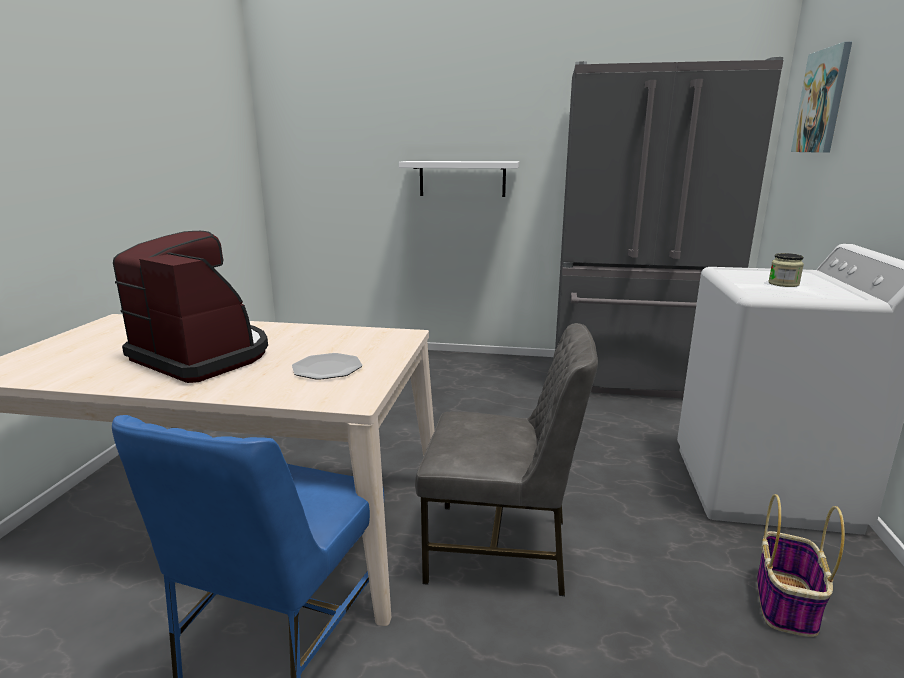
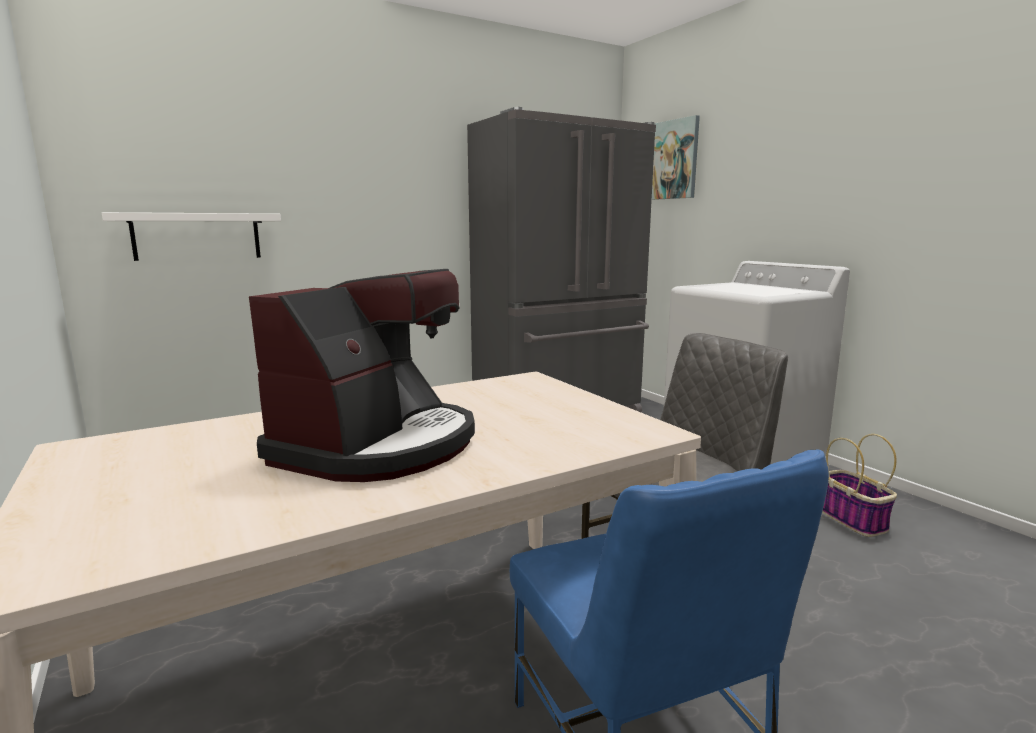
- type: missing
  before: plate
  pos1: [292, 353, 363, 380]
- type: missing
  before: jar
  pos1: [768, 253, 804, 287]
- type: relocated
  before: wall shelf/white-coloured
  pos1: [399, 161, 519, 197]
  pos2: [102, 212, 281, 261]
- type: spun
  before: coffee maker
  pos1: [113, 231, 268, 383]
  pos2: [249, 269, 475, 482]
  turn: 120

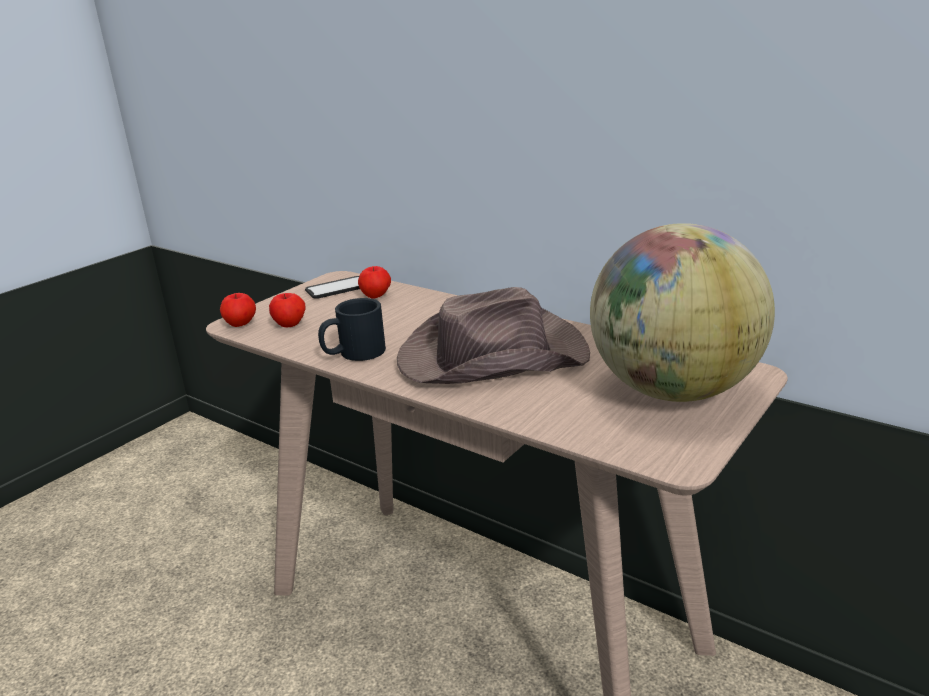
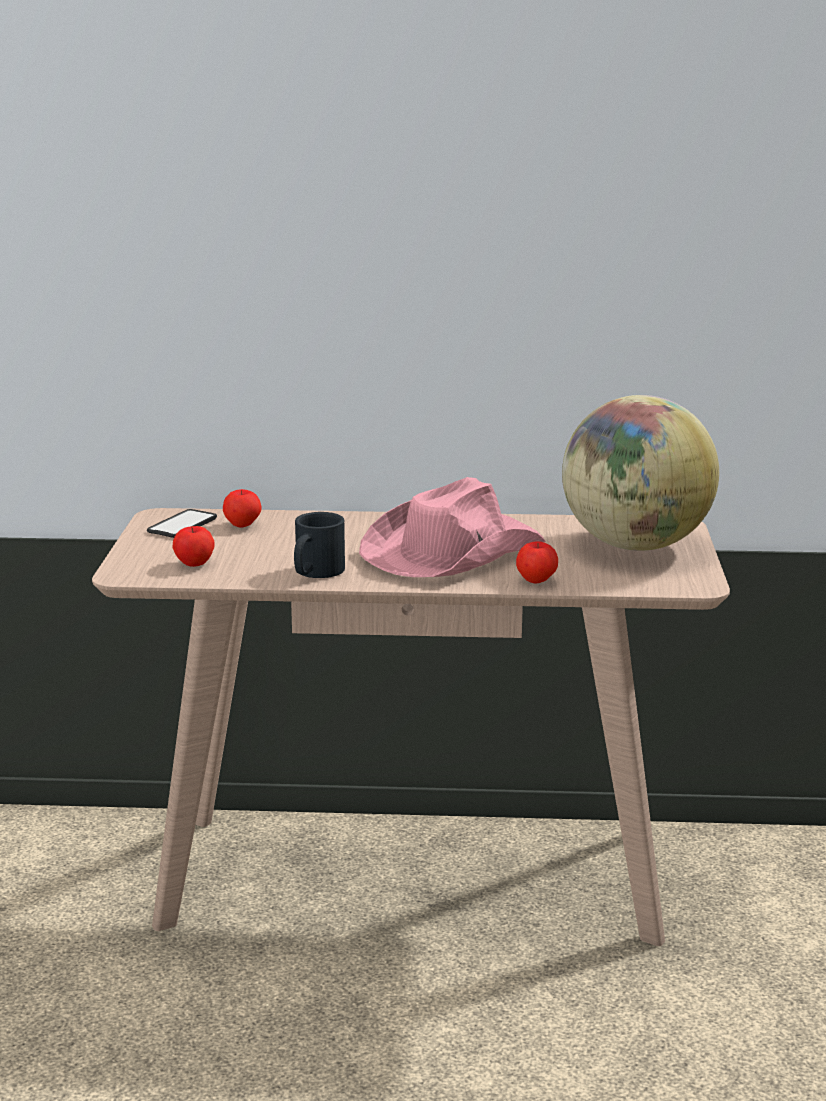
- type: relocated
  before: apple fruit
  pos1: [220, 293, 256, 327]
  pos2: [516, 541, 558, 583]
- type: colour
  before: wearable hat/brown
  after: wearable hat/pinkish
  pos1: [397, 287, 590, 384]
  pos2: [359, 477, 546, 577]

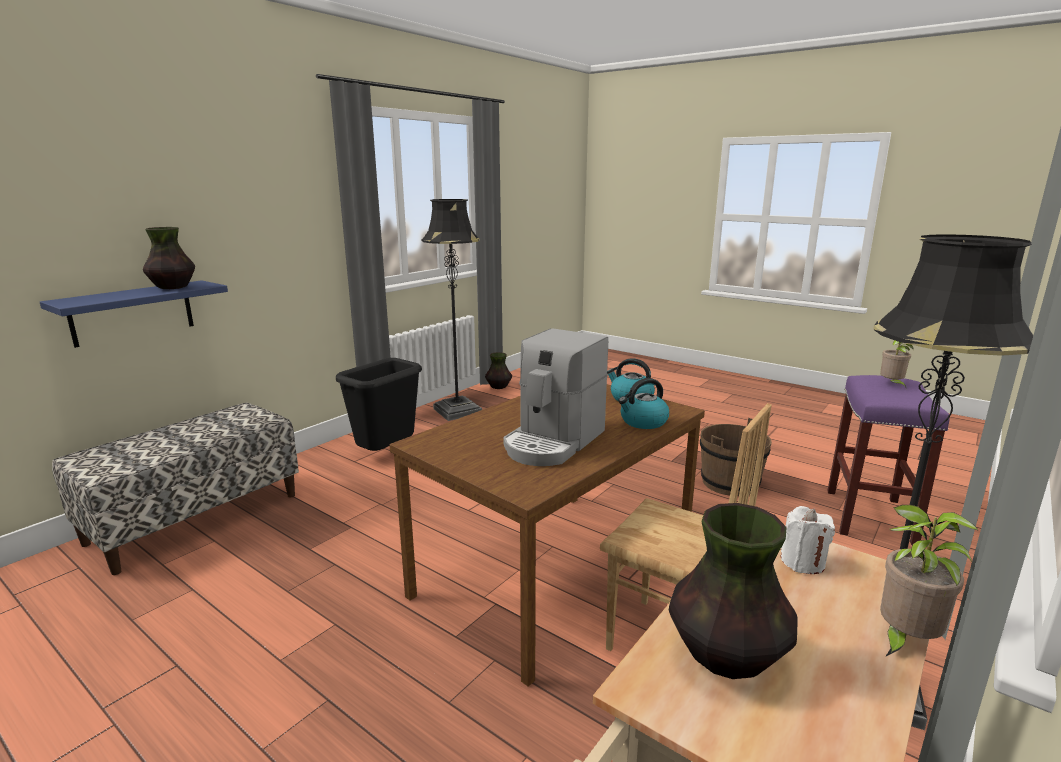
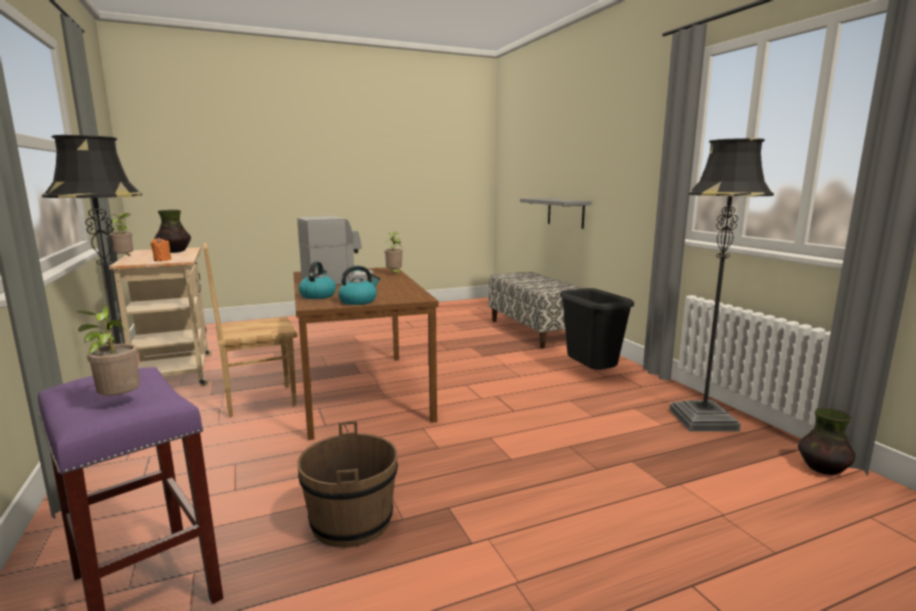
- type: missing
  before: decorative vase
  pos1: [143, 227, 195, 289]
- type: appeared
  after: houseplant
  pos2: [384, 232, 403, 275]
- type: colour
  before: wall shelf/blue
  after: wall shelf/greyish
  pos1: [40, 280, 228, 348]
  pos2: [520, 198, 591, 229]
- type: colour
  before: wax light/white-coloured
  after: wax light/orange
  pos1: [781, 506, 835, 574]
  pos2: [151, 237, 172, 261]
- type: spun
  before: coffee maker
  pos1: [503, 328, 608, 466]
  pos2: [297, 216, 373, 285]
  turn: 90

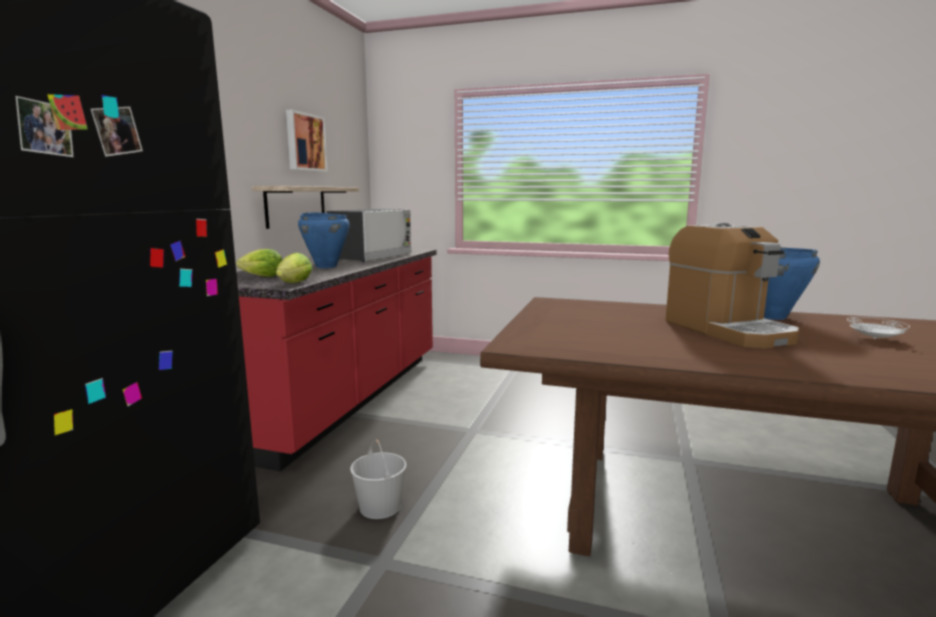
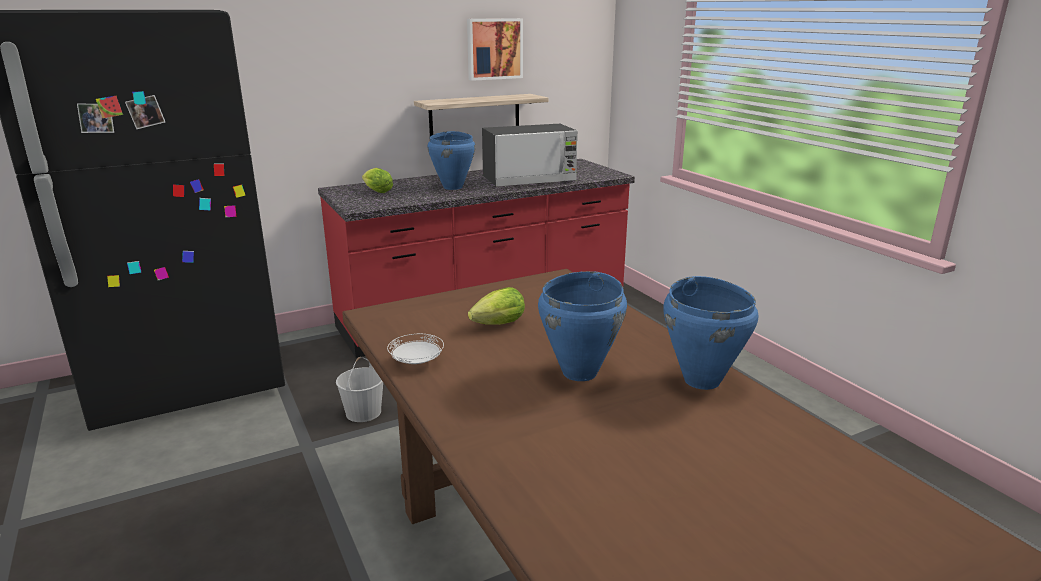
- type: relocated
  before: lettuce
  pos1: [276, 253, 313, 283]
  pos2: [468, 287, 525, 325]
- type: relocated
  before: plate/white-coloured
  pos1: [847, 317, 910, 339]
  pos2: [387, 334, 444, 364]
- type: exchanged
  before: coffee maker
  after: saucepot/blue
  pos1: [666, 223, 799, 349]
  pos2: [538, 271, 627, 381]

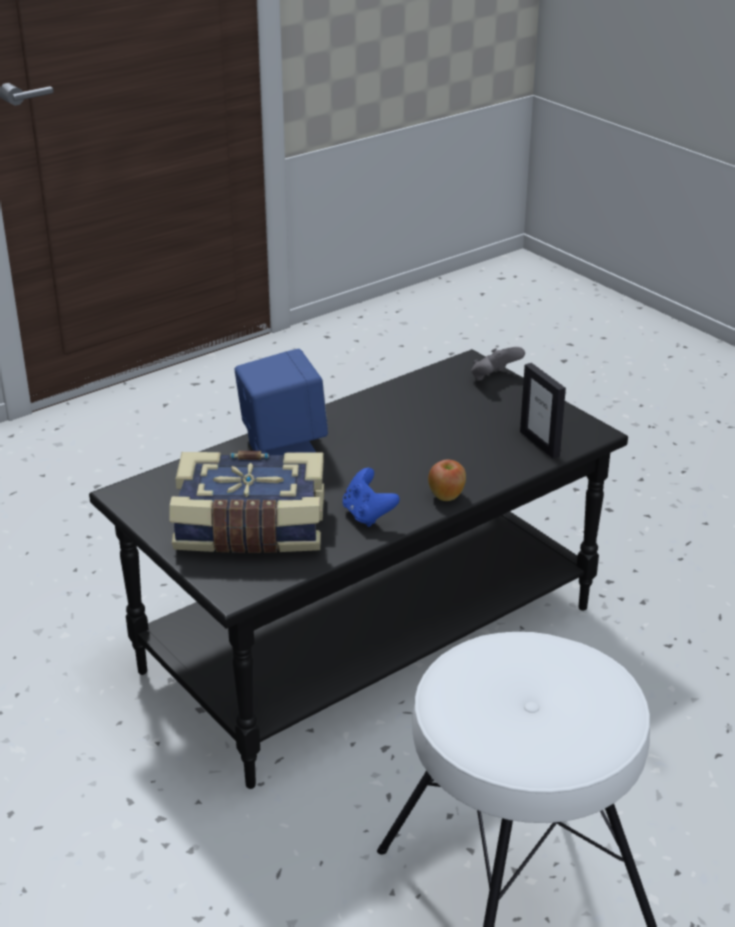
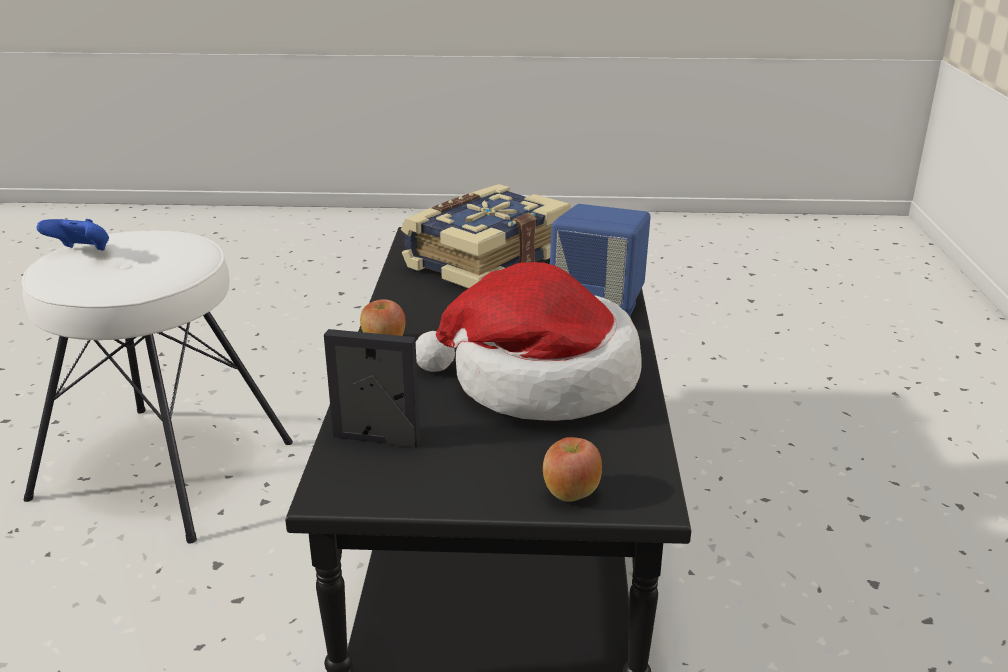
- type: appeared
  after: wearable hat
  pos2: [416, 262, 642, 421]
- type: relocated
  before: game controller/blue
  pos1: [342, 468, 400, 527]
  pos2: [37, 219, 109, 251]
- type: exchanged
  before: game controller/greyish
  after: apple fruit
  pos1: [471, 347, 525, 381]
  pos2: [543, 437, 602, 502]

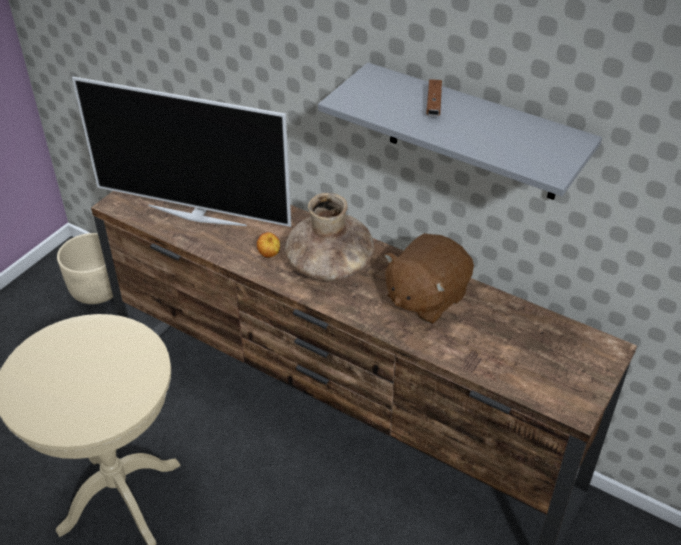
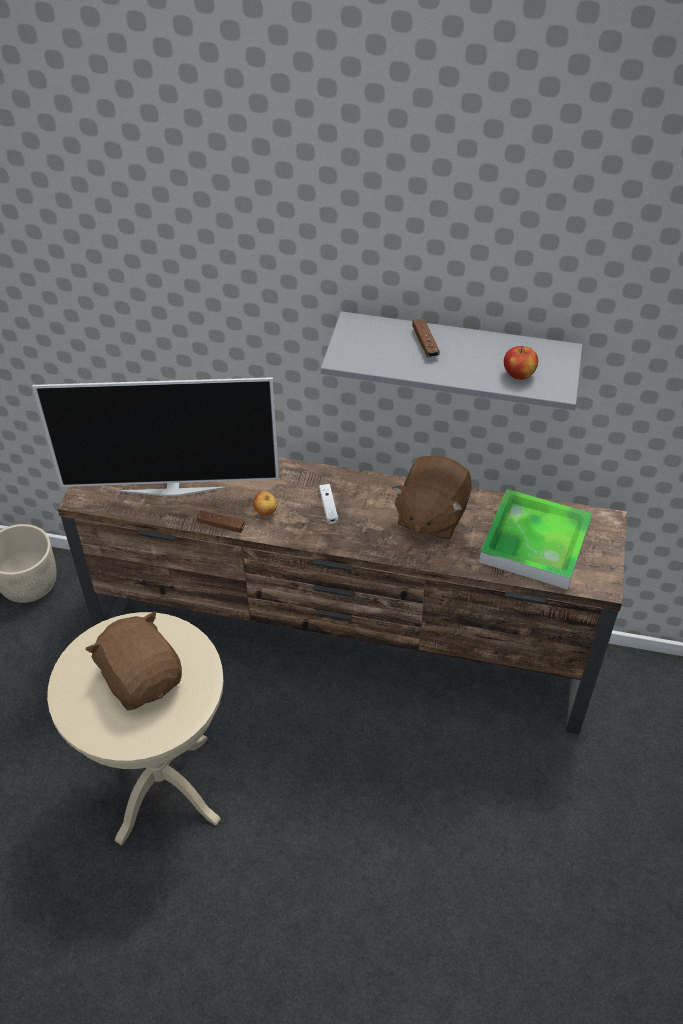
- type: appeared
  after: plush toy/brown
  pos2: [85, 611, 182, 711]
- type: appeared
  after: game controller/brown
  pos2: [197, 510, 244, 533]
- type: appeared
  after: tray
  pos2: [479, 489, 593, 590]
- type: appeared
  after: apple fruit
  pos2: [504, 346, 538, 380]
- type: exchanged
  before: decorative vase/brown
  after: game controller/white-coloured
  pos1: [285, 193, 374, 281]
  pos2: [319, 484, 338, 524]

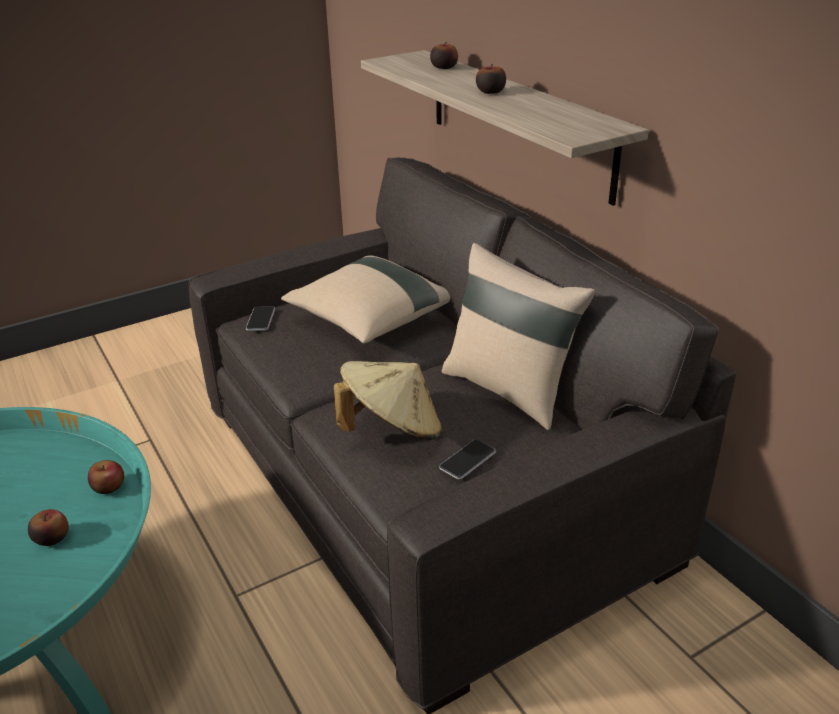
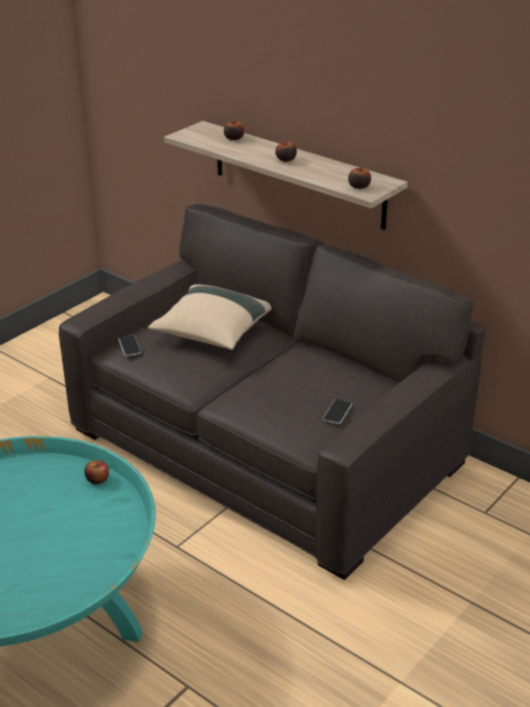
- type: missing
  before: wearable hat/beige
  pos1: [334, 361, 442, 440]
- type: missing
  before: pillow/beige
  pos1: [442, 243, 595, 430]
- type: relocated
  before: apple fruit
  pos1: [28, 509, 69, 546]
  pos2: [348, 167, 371, 189]

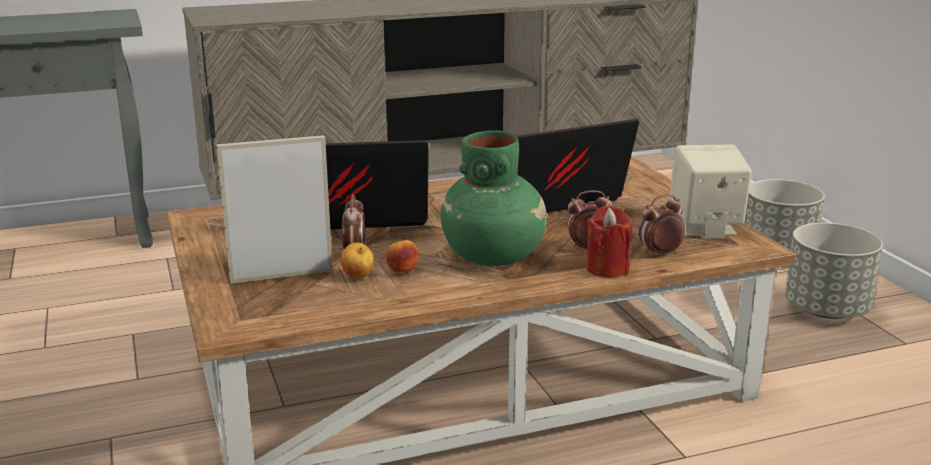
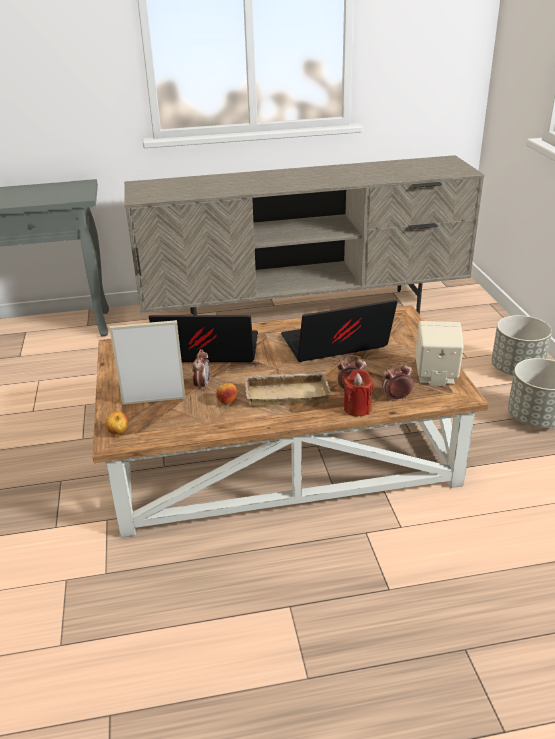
- type: relocated
  before: apple fruit
  pos1: [340, 242, 374, 279]
  pos2: [105, 411, 128, 435]
- type: exchanged
  before: decorative vase/greenish
  after: tray/beige
  pos1: [440, 130, 547, 266]
  pos2: [244, 372, 331, 406]

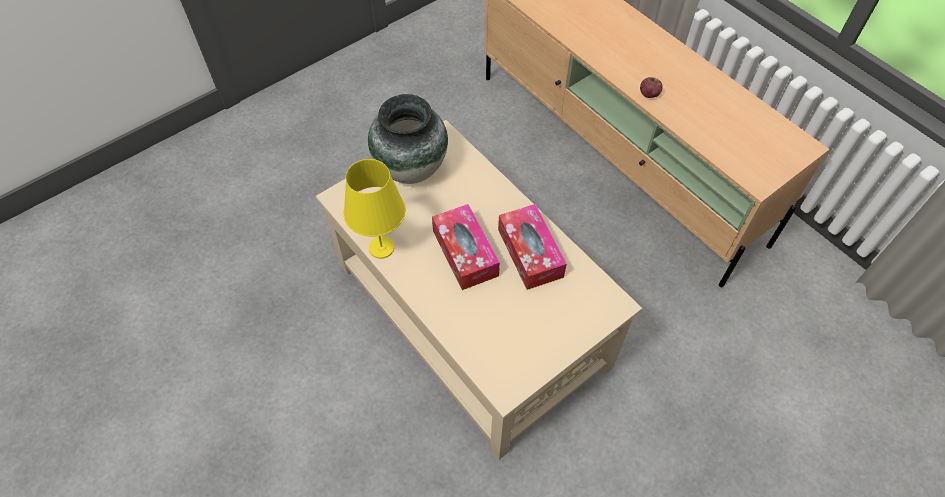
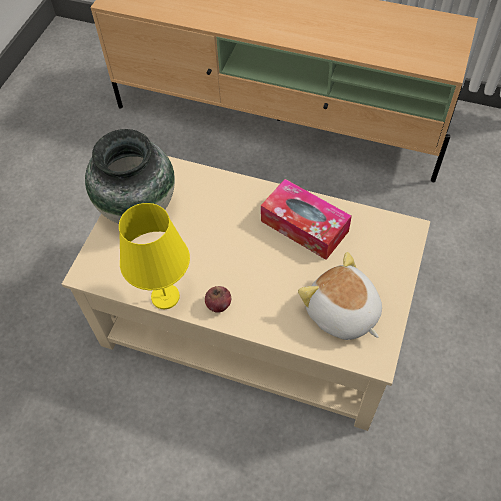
- type: missing
  before: box of tissues
  pos1: [432, 204, 500, 290]
- type: appeared
  after: plush toy
  pos2: [298, 252, 382, 340]
- type: relocated
  before: apple fruit
  pos1: [640, 77, 663, 98]
  pos2: [205, 286, 231, 313]

